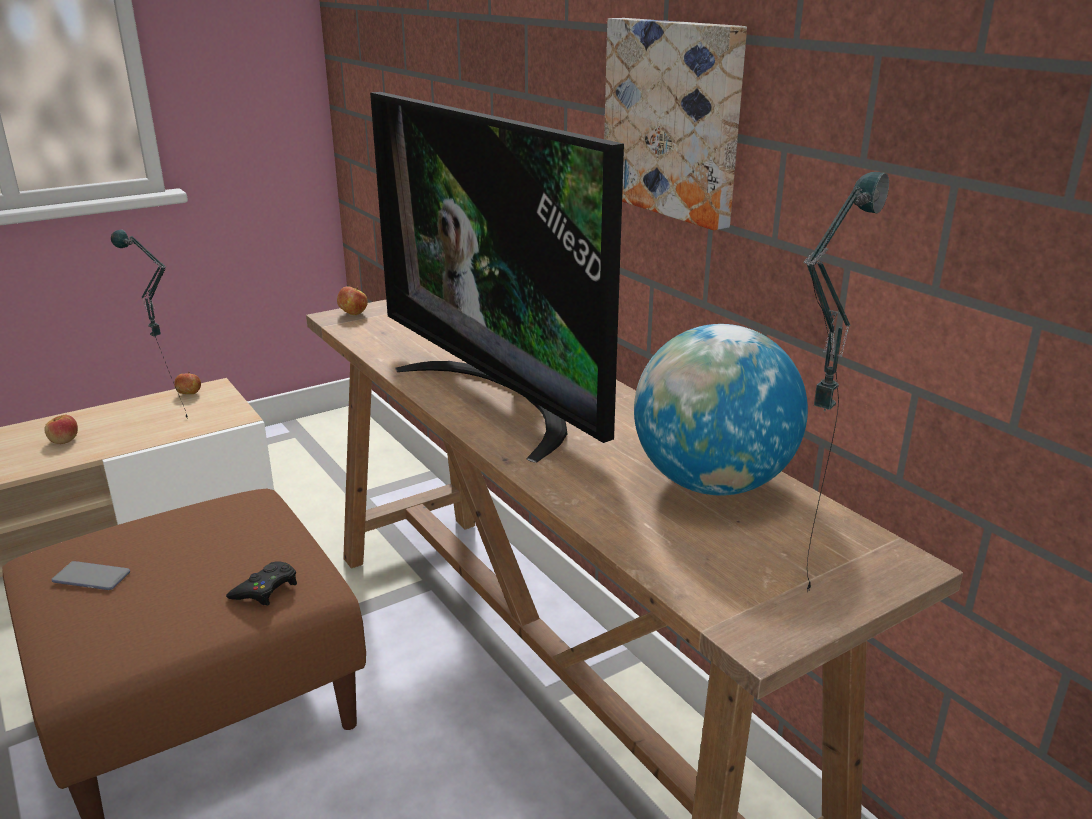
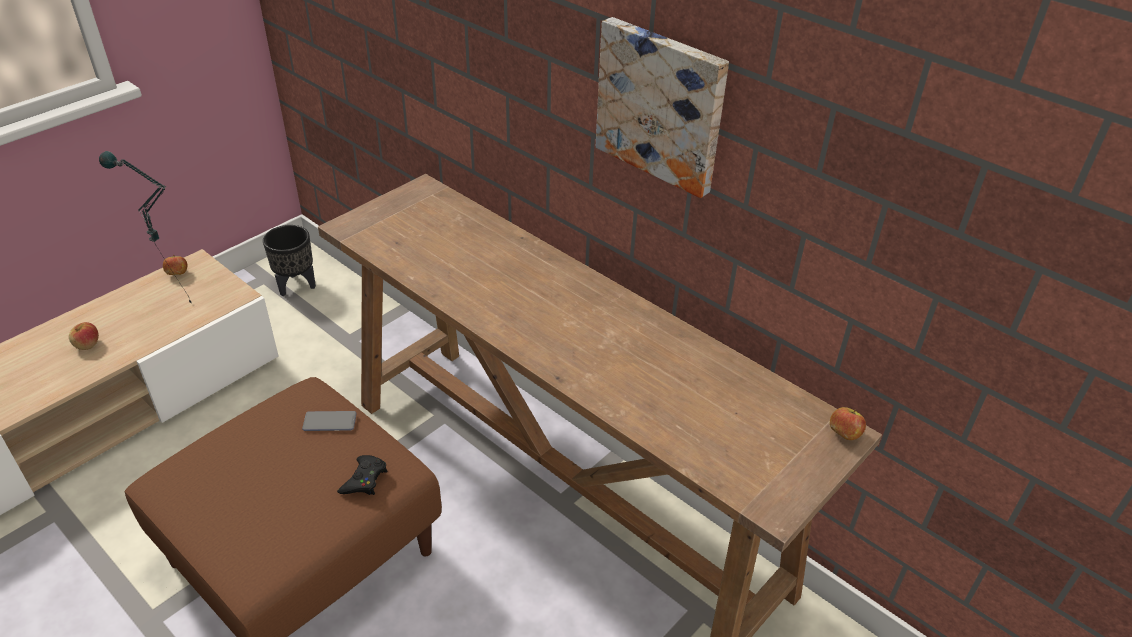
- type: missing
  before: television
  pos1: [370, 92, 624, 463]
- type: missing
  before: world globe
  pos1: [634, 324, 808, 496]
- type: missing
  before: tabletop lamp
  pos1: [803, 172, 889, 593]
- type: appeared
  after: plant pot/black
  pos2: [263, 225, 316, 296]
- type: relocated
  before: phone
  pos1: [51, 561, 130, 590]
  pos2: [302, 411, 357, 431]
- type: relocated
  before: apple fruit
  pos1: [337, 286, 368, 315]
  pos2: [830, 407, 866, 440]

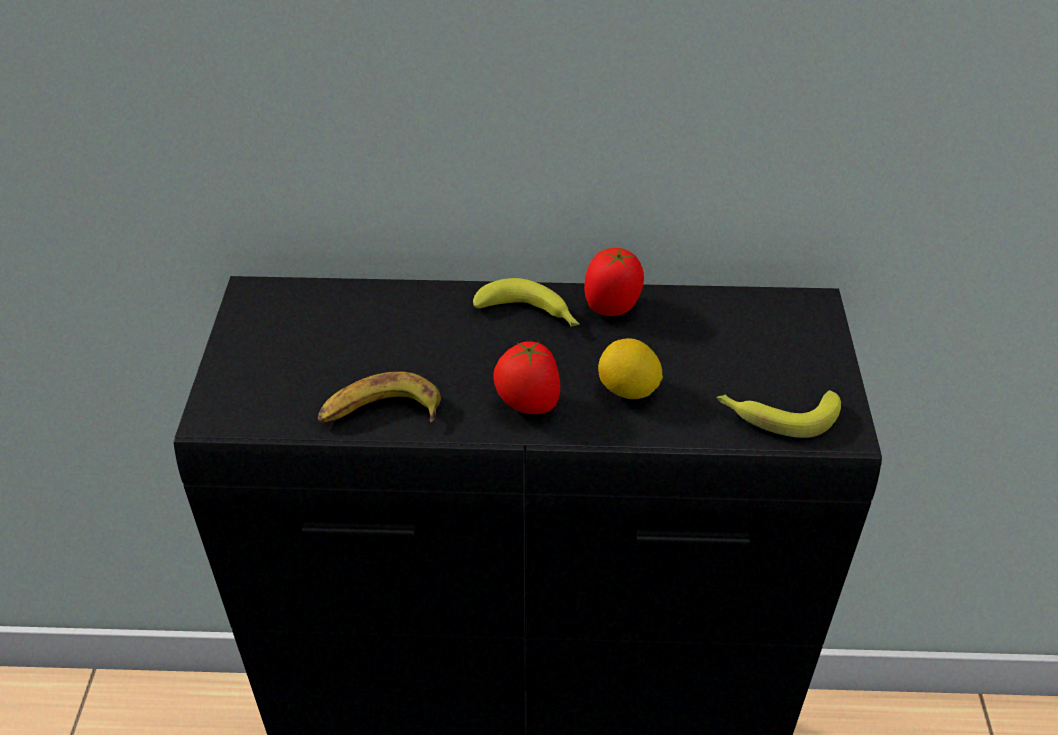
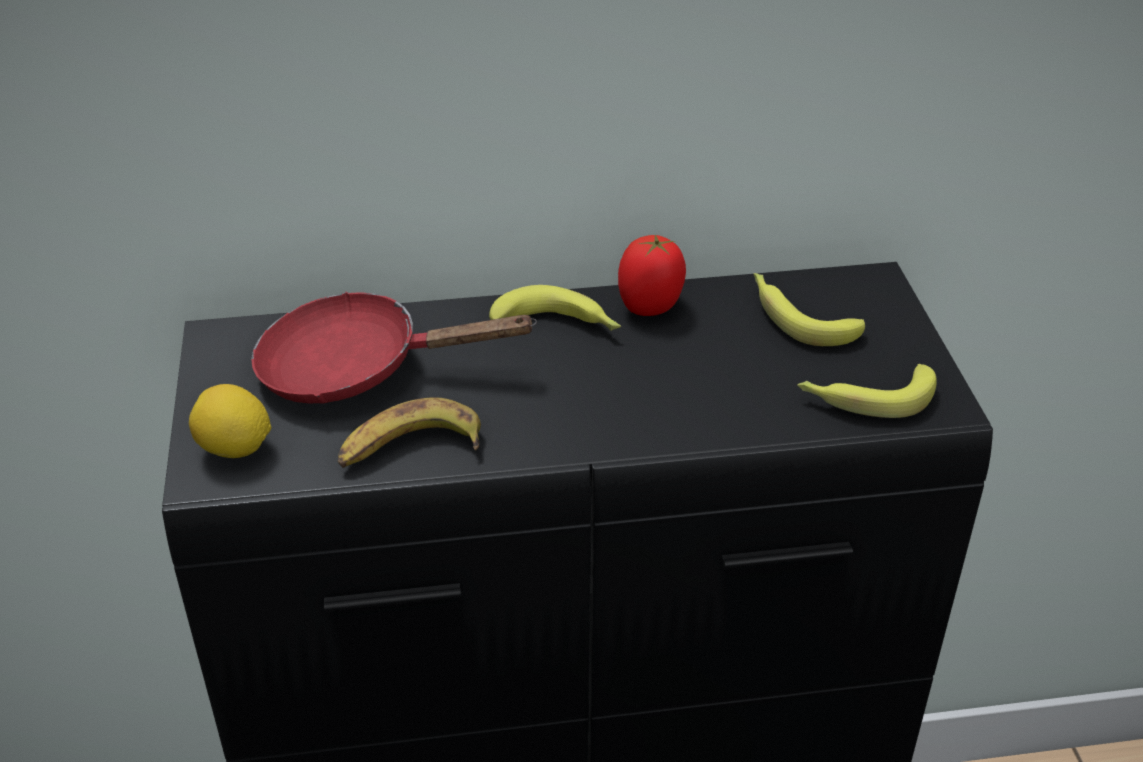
- type: missing
  before: tomato
  pos1: [493, 341, 560, 414]
- type: appeared
  after: pan/red
  pos2: [251, 291, 537, 404]
- type: appeared
  after: banana fruit
  pos2: [754, 273, 865, 346]
- type: relocated
  before: lemon
  pos1: [598, 338, 663, 399]
  pos2: [189, 384, 272, 458]

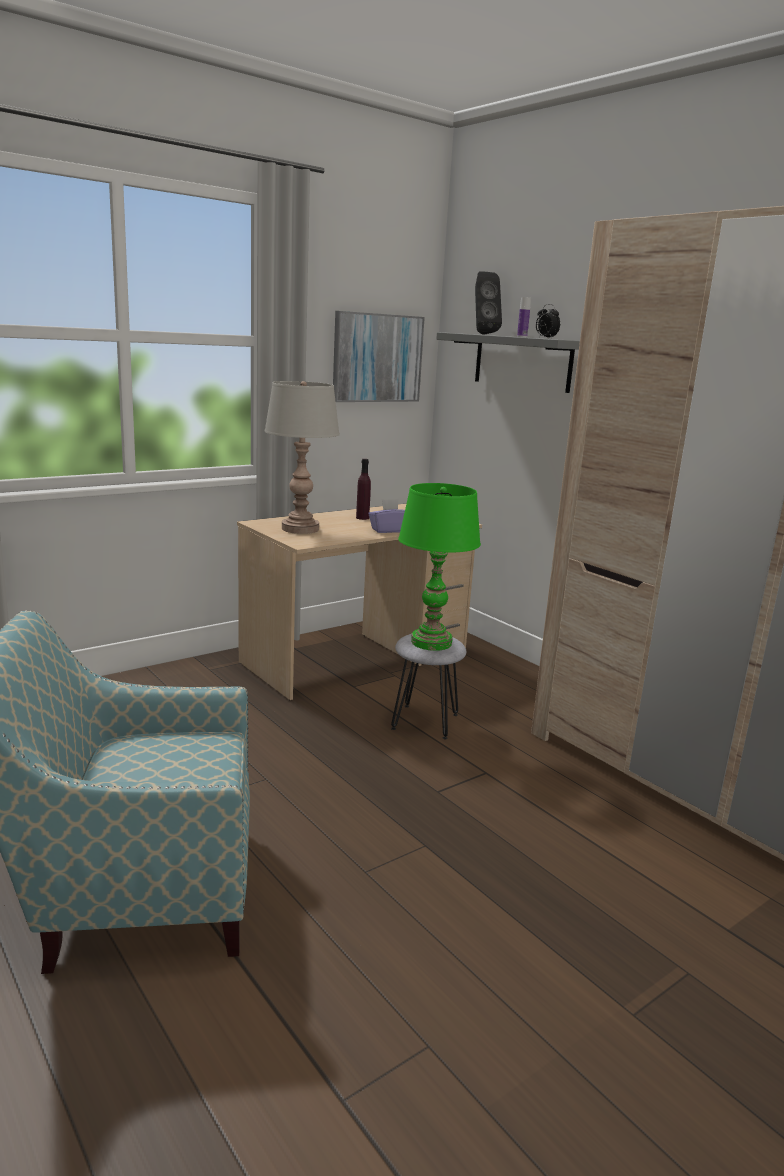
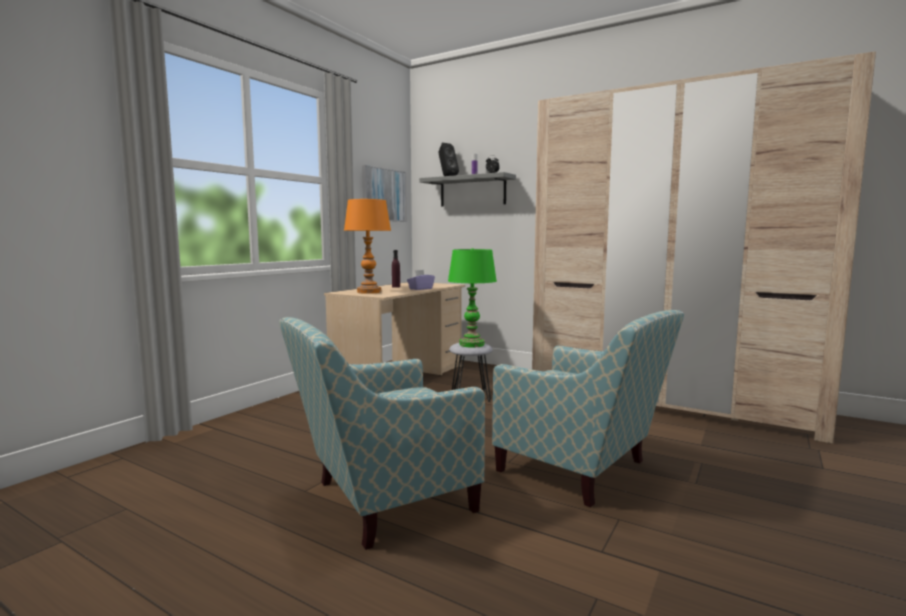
- type: appeared
  after: lounge chair
  pos2: [492, 310, 684, 507]
- type: colour
  before: tabletop lamp/greyish
  after: tabletop lamp/orange
  pos1: [264, 381, 340, 534]
  pos2: [344, 199, 391, 294]

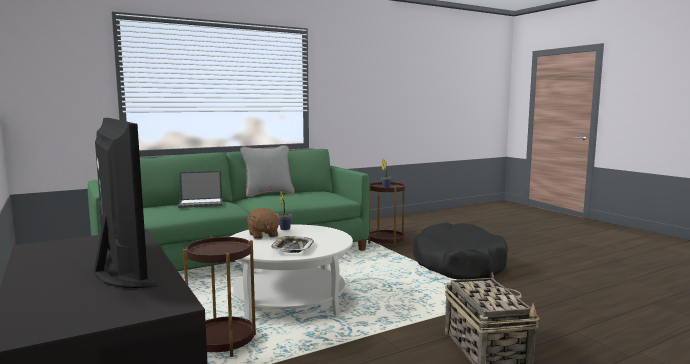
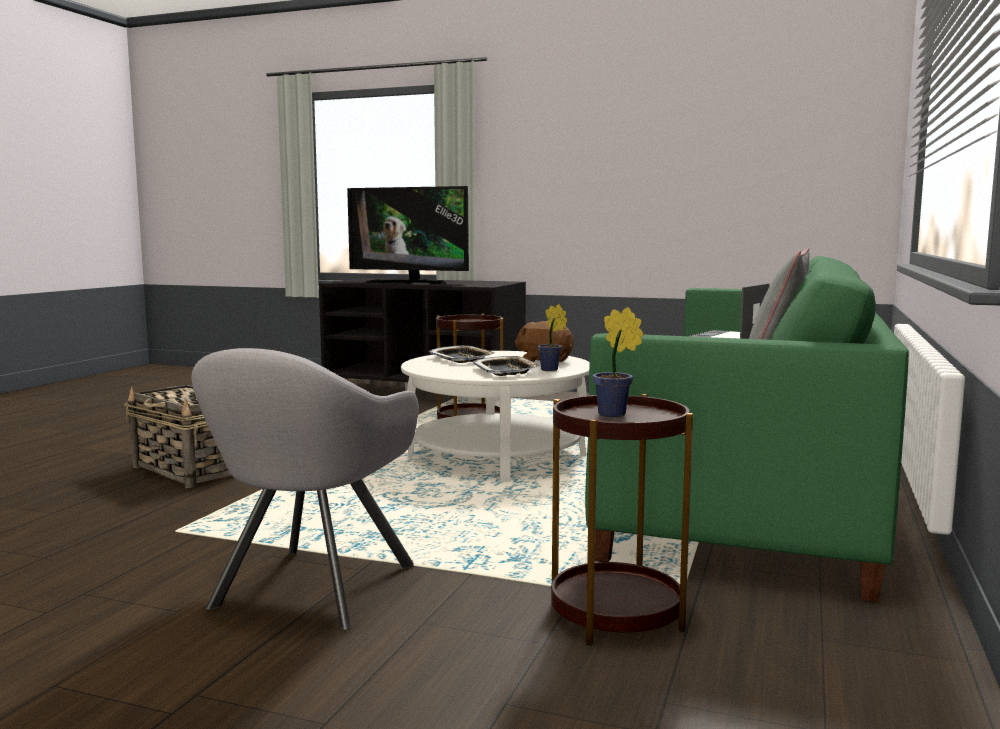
- type: appeared
  after: tray
  pos2: [473, 356, 540, 376]
- type: exchanged
  before: pet bed/black
  after: lounge chair/greyish
  pos1: [413, 222, 508, 279]
  pos2: [191, 348, 419, 631]

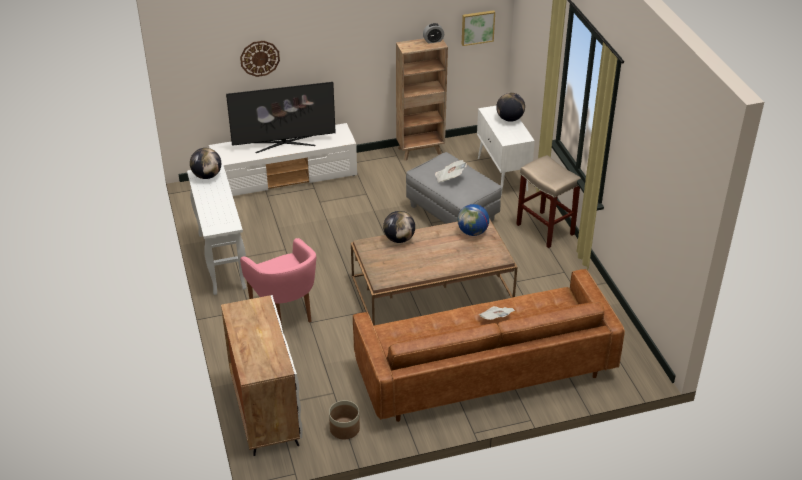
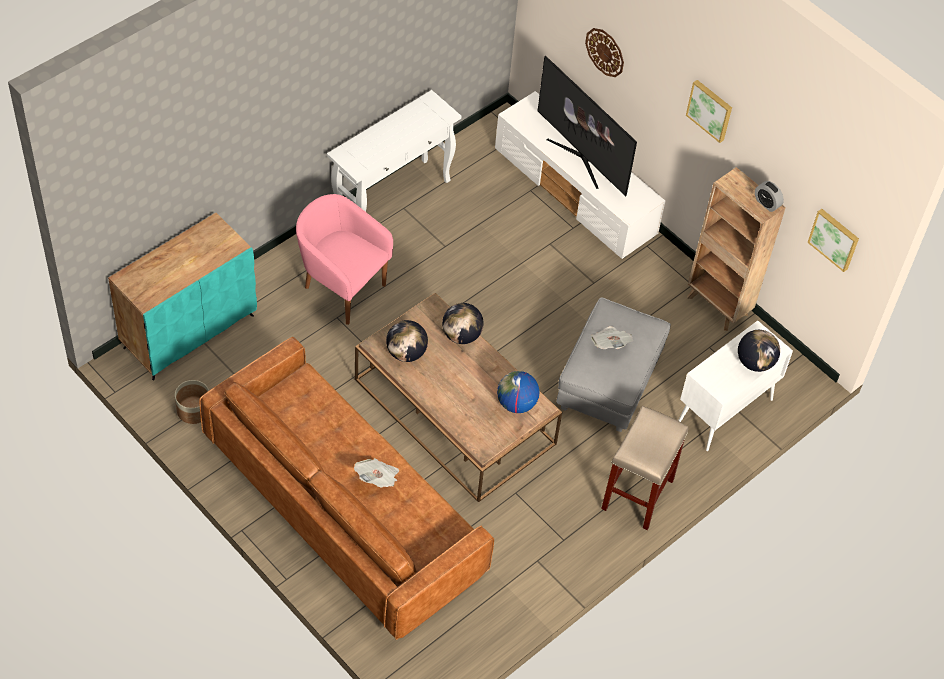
- type: appeared
  after: picture
  pos2: [686, 80, 732, 143]
- type: relocated
  before: world globe
  pos1: [190, 148, 221, 179]
  pos2: [386, 320, 428, 362]
- type: colour
  before: cabinet/white-coloured
  after: cabinet/turquoise-coloured
  pos1: [221, 295, 303, 456]
  pos2: [108, 213, 257, 380]
- type: spun
  before: lounge chair/pinkish
  pos1: [240, 238, 316, 325]
  pos2: [296, 194, 393, 325]
  turn: 90

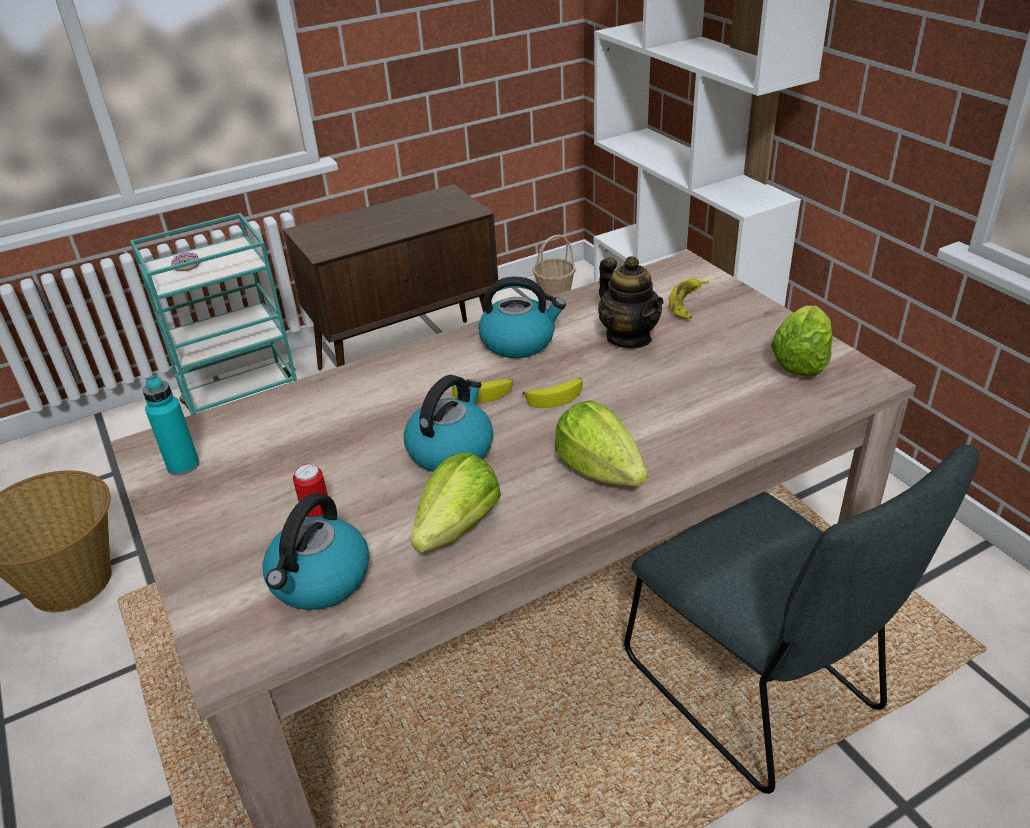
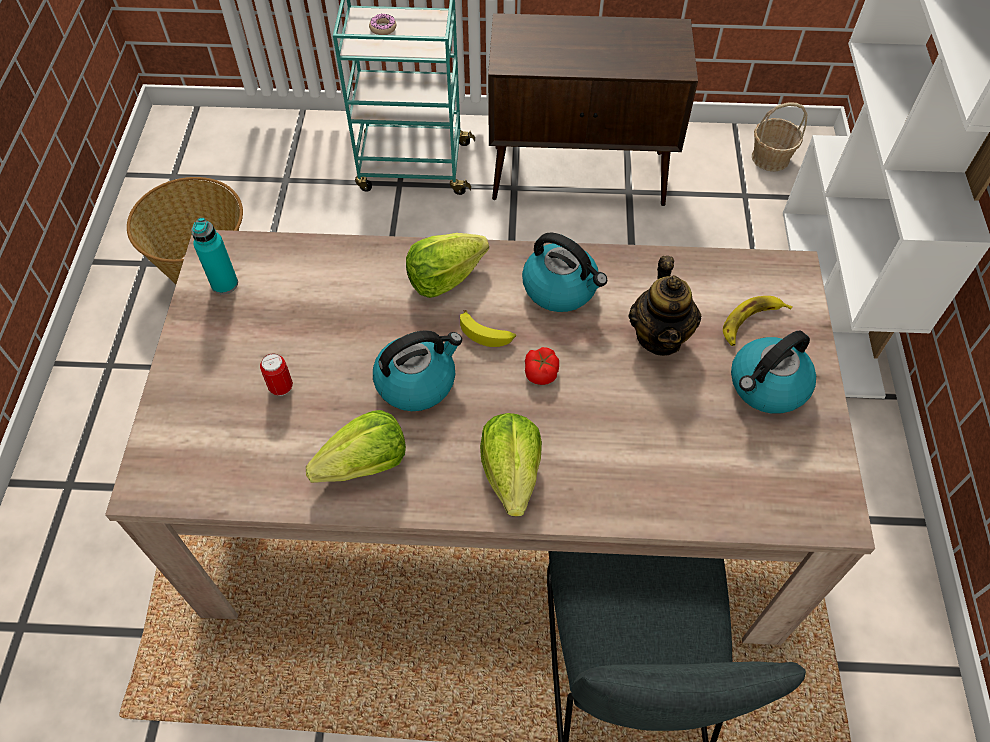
- type: relocated
  before: water kettle
  pos1: [262, 493, 369, 610]
  pos2: [731, 331, 816, 414]
- type: relocated
  before: lettuce
  pos1: [771, 306, 833, 376]
  pos2: [406, 233, 489, 298]
- type: exchanged
  before: banana fruit
  after: tomato
  pos1: [522, 377, 583, 408]
  pos2: [525, 347, 559, 385]

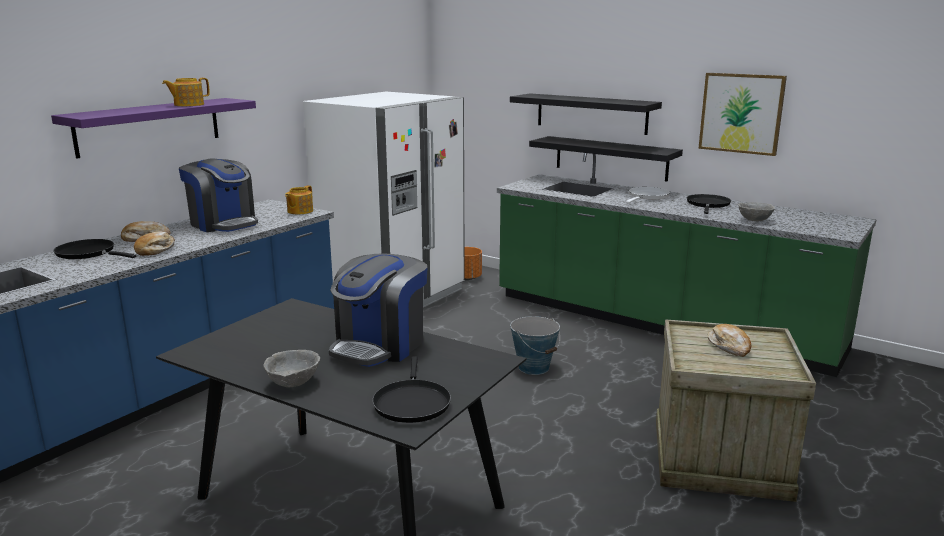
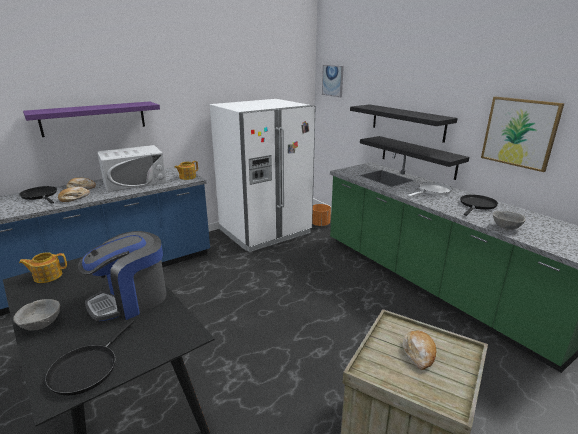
- type: missing
  before: pail
  pos1: [510, 316, 560, 375]
- type: appeared
  after: picture
  pos2: [322, 65, 344, 97]
- type: relocated
  before: tea pot
  pos1: [162, 78, 210, 106]
  pos2: [19, 252, 67, 283]
- type: exchanged
  before: coffee maker
  after: microwave/white-coloured
  pos1: [179, 158, 258, 232]
  pos2: [97, 145, 166, 192]

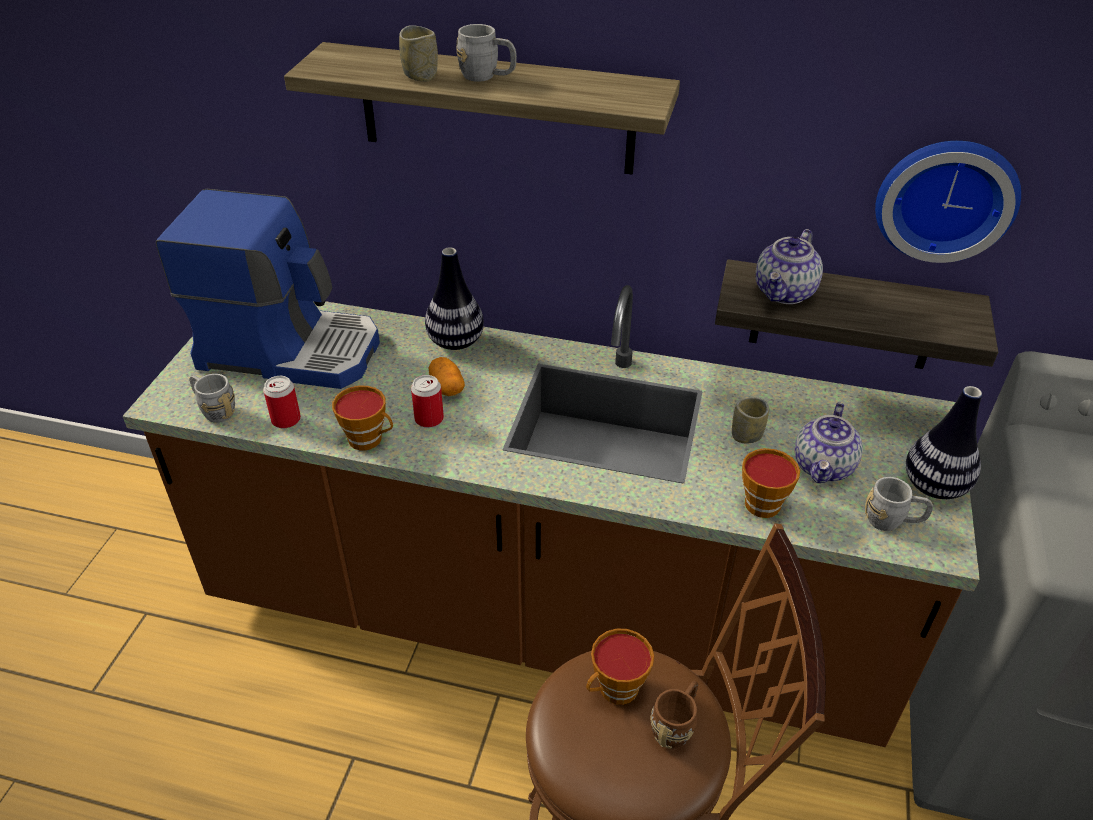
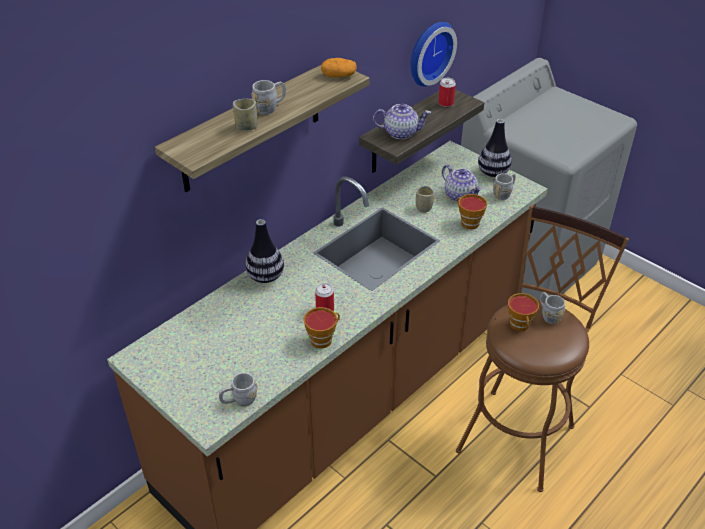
- type: missing
  before: coffee maker
  pos1: [156, 189, 380, 389]
- type: relocated
  before: metal can
  pos1: [263, 376, 301, 428]
  pos2: [438, 78, 456, 107]
- type: relocated
  before: potato
  pos1: [428, 357, 465, 396]
  pos2: [321, 58, 357, 77]
- type: colour
  before: mug/brown
  after: mug/greyish
  pos1: [650, 681, 698, 749]
  pos2: [540, 292, 565, 324]
- type: spun
  before: tea pot
  pos1: [756, 229, 823, 304]
  pos2: [373, 103, 431, 139]
  turn: -60

